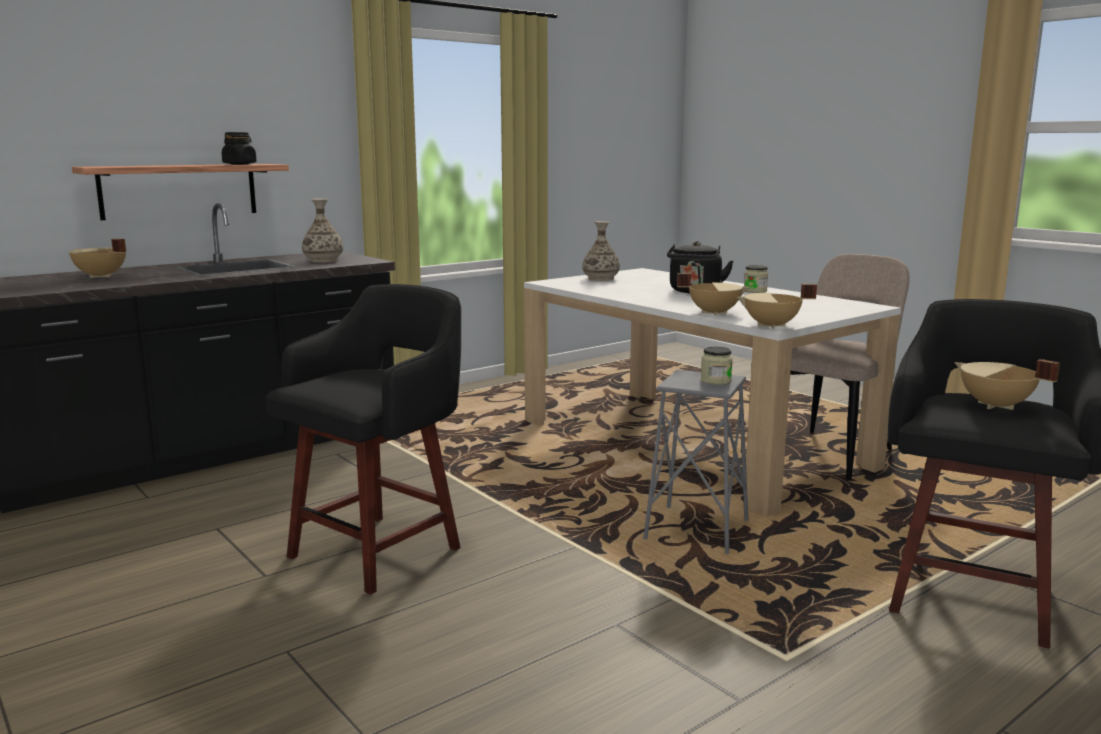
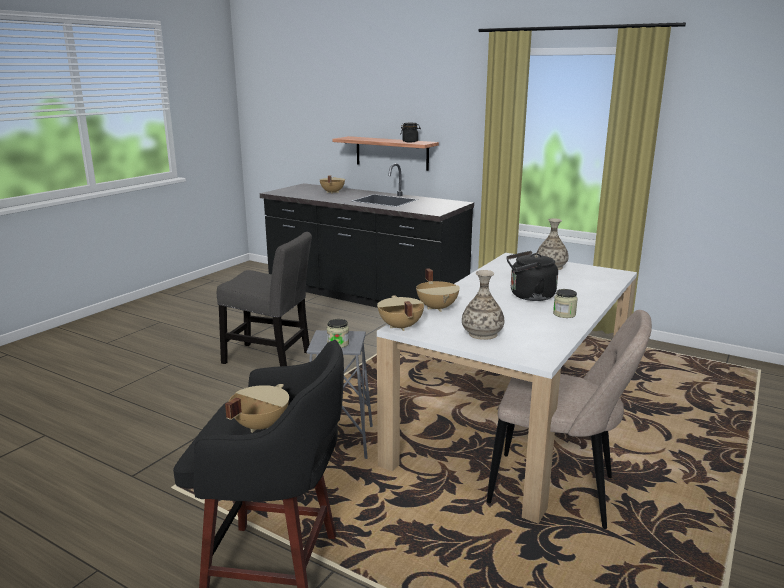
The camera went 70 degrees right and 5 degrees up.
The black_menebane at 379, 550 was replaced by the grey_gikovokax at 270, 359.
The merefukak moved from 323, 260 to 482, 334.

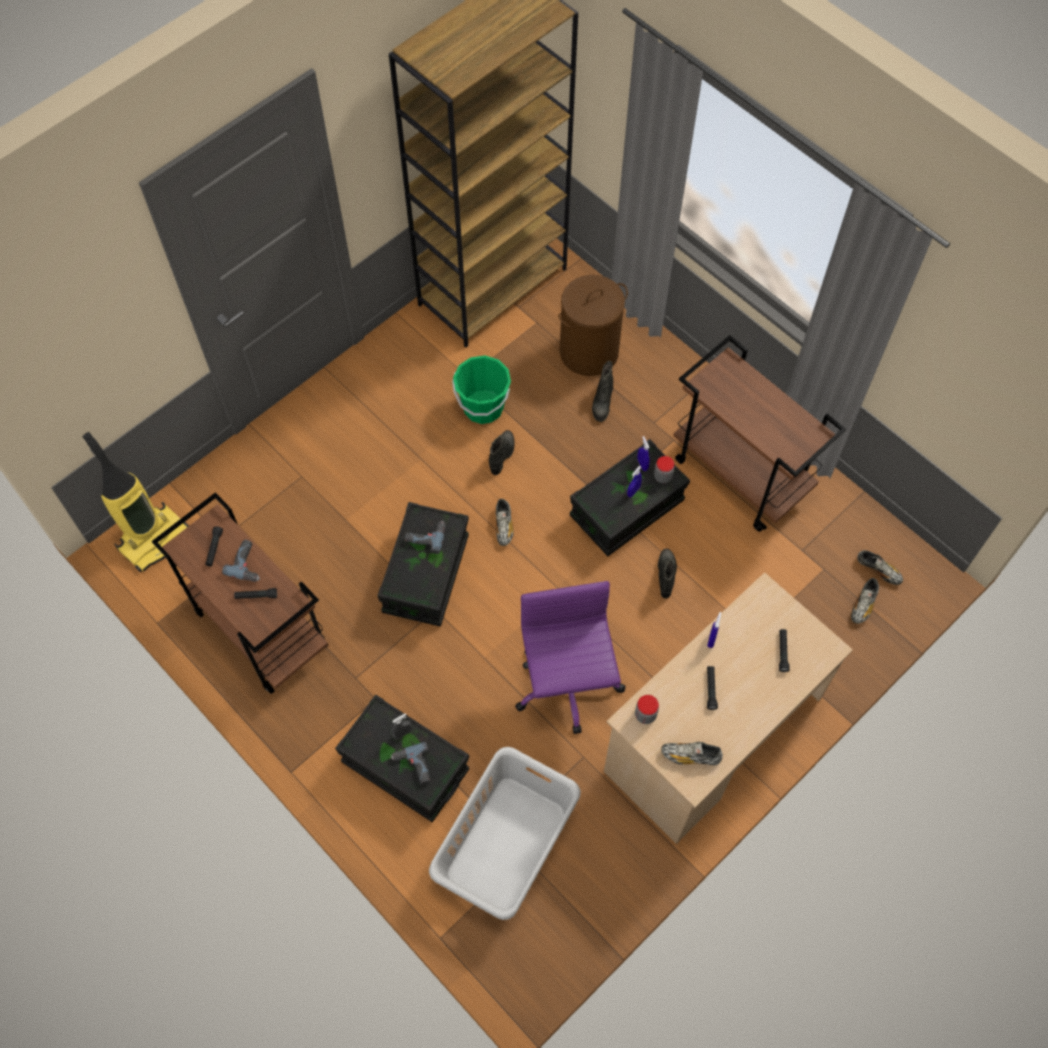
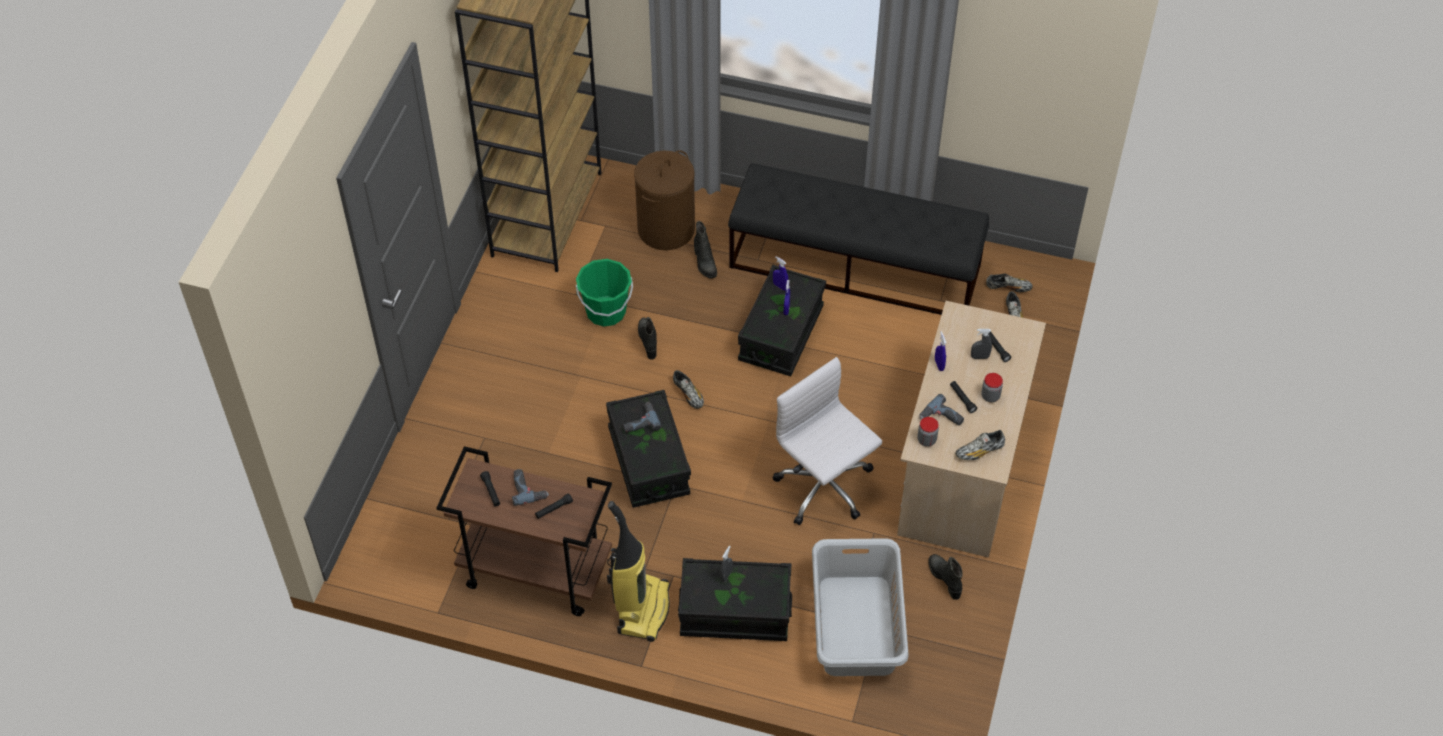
The camera went 30 degrees left and 10 degrees down.
The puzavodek moved from 153, 538 to 642, 608.
The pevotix moved from 413, 767 to 941, 418.
The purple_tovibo at 567, 686 became the white_tovibo at 825, 488.
The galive moved from 662, 476 to 990, 396.
The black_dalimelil moved from 666, 575 to 945, 579.
The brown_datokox at 741, 474 was replaced by the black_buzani at 855, 266.
The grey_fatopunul at 980, 357 appeared.

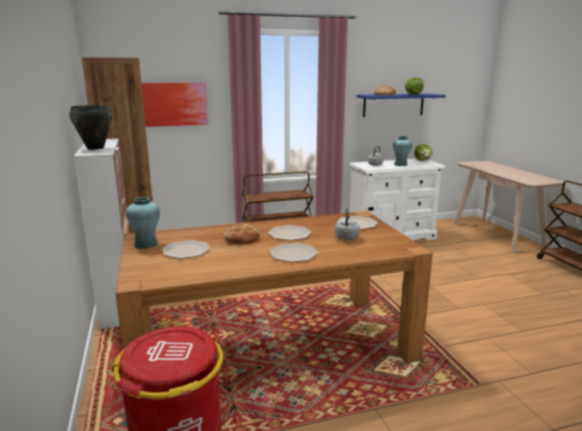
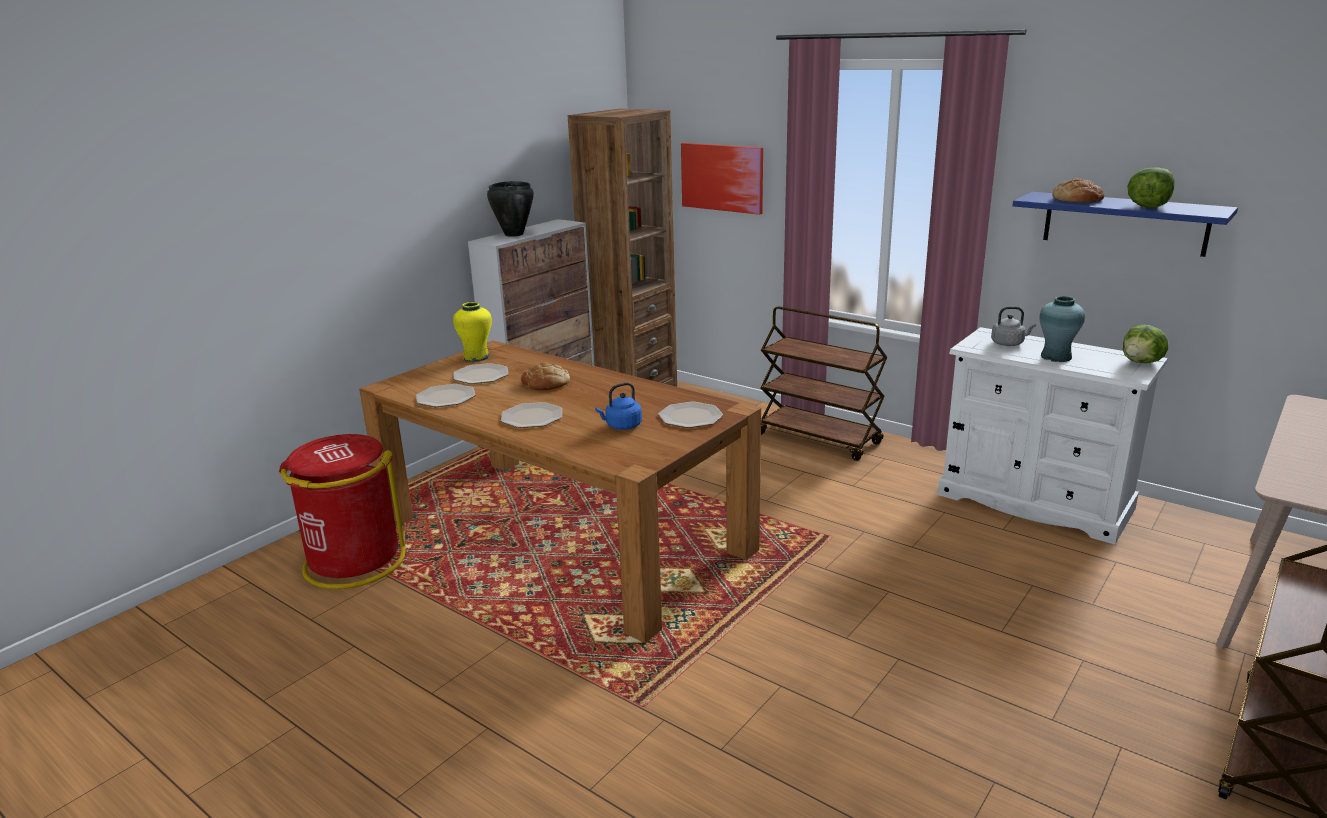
The camera went 55 degrees right and 5 degrees up.
The turquoise_merefukak at 146, 244 became the yellow_merefukak at 476, 357.
The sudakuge moved from 290, 234 to 445, 397.
The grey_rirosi at 347, 238 became the blue_rirosi at 622, 426.

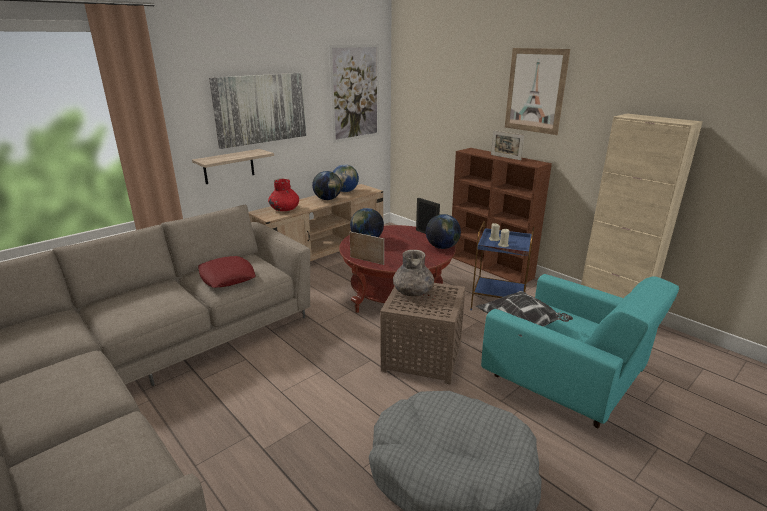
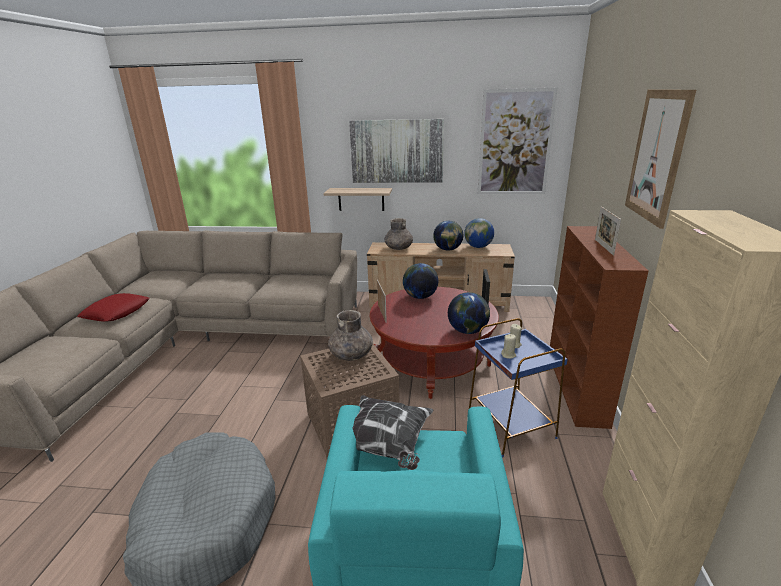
The camera went 50 degrees right and 0 degrees up.
The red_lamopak moved from 227, 277 to 116, 312.
The red_merefukak at 284, 209 became the grey_merefukak at 399, 248.

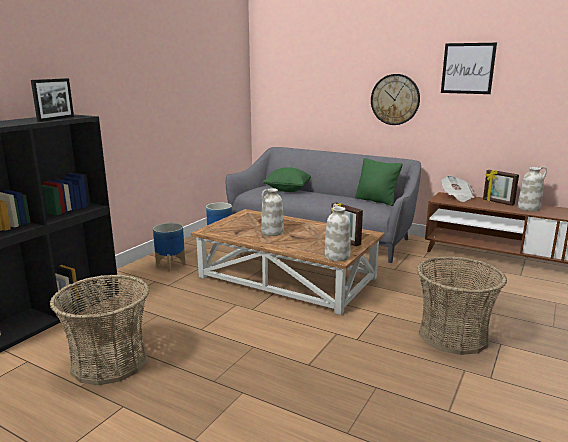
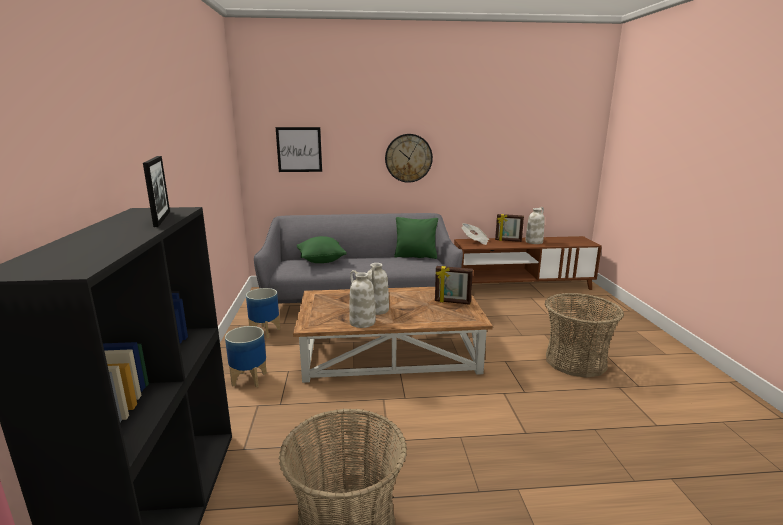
The camera went 35 degrees left and 0 degrees up.
The white_merefukak moved from 336, 256 to 362, 322.
The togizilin moved from 468, 68 to 299, 149.

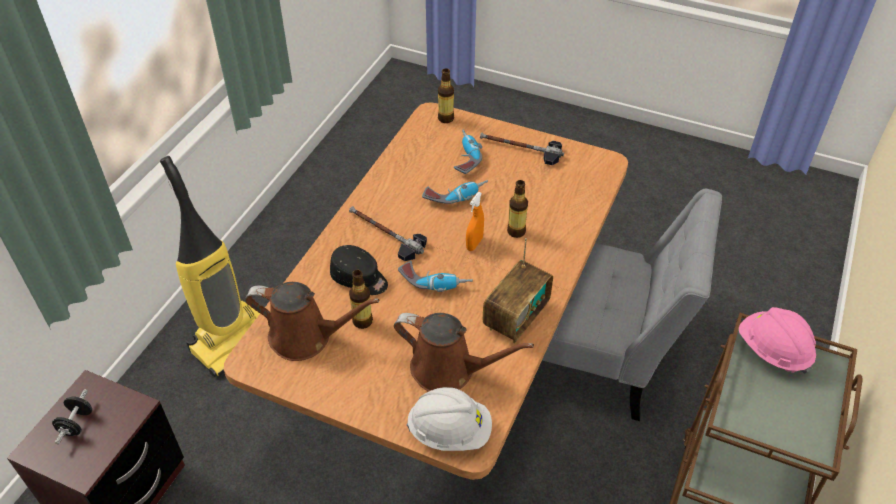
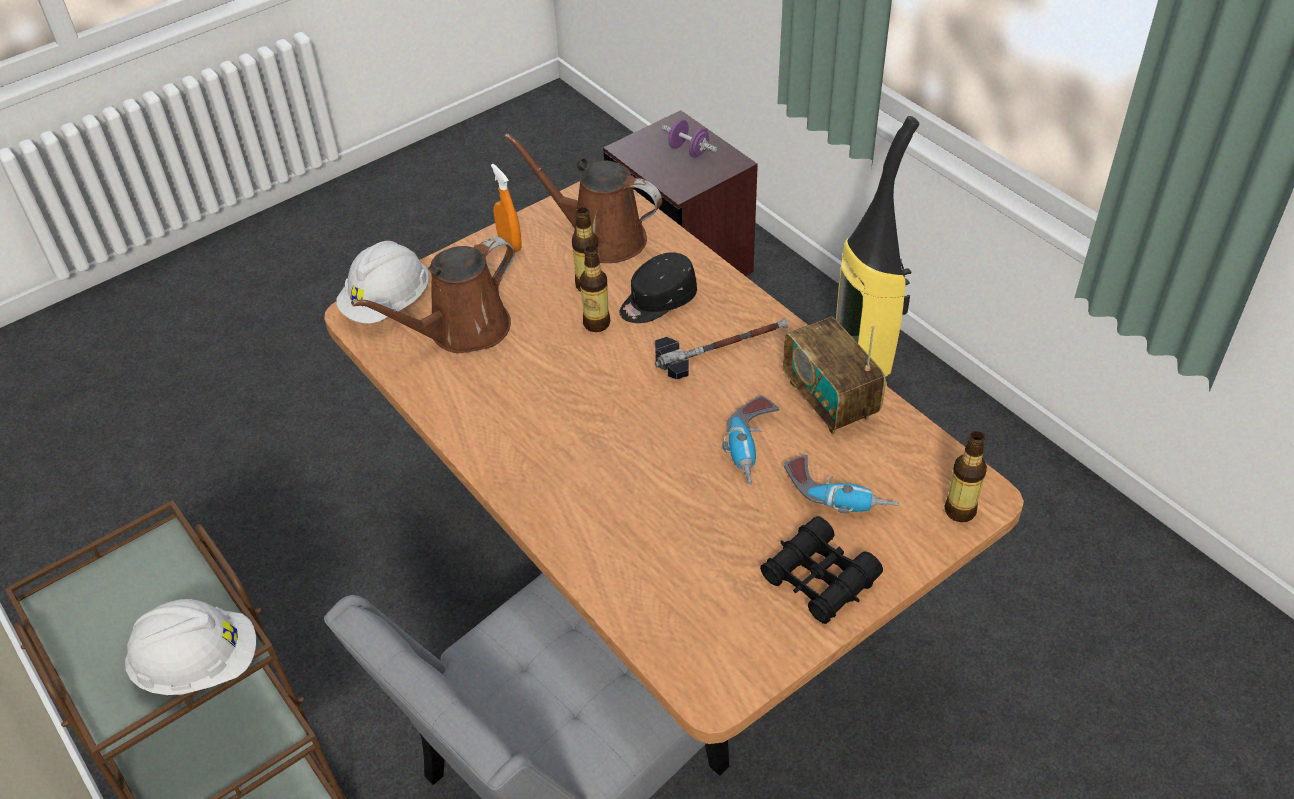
The camera went 120 degrees right and 0 degrees up.
The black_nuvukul at 77, 424 became the purple_nuvukul at 688, 151.
The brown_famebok at 306, 337 turned 75 degrees clockwise.
The pevotix at 435, 282 disappeared.
The orange_fatopunul moved from 474, 243 to 509, 243.
The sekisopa at 520, 149 was replaced by the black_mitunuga at 819, 579.
The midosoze moved from 516, 317 to 830, 400.
The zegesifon moved from 516, 231 to 596, 323.
The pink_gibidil at 773, 351 became the white_gibidil at 199, 665.

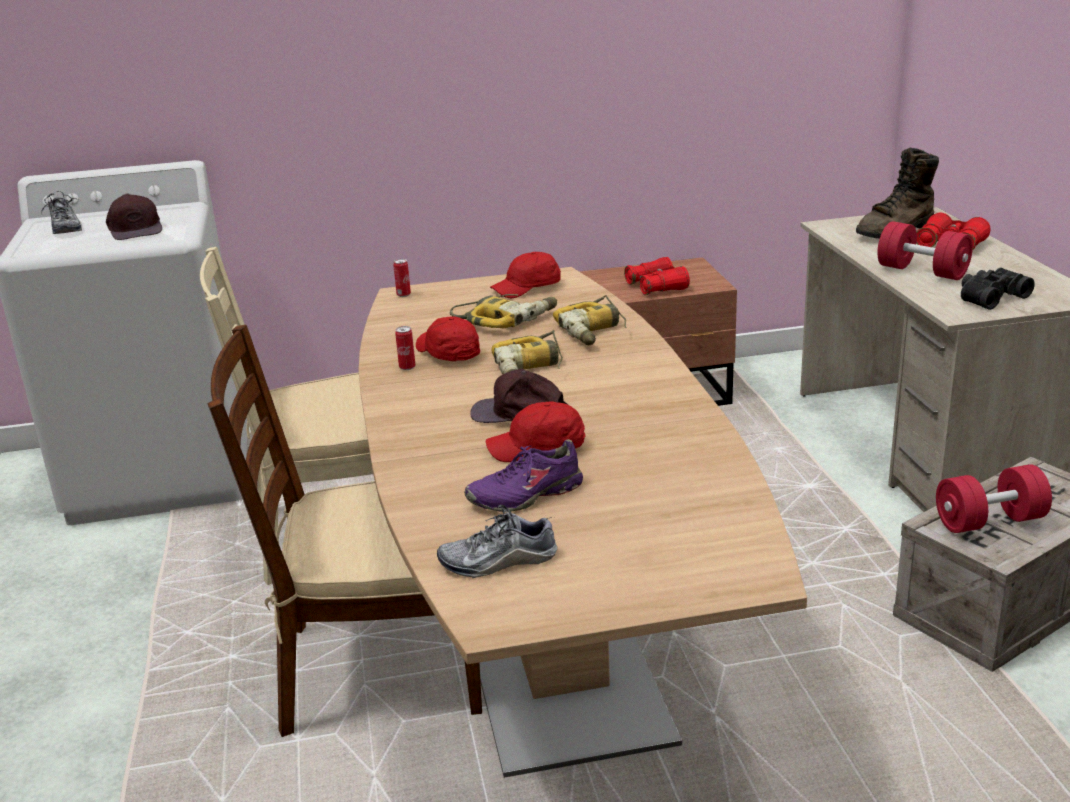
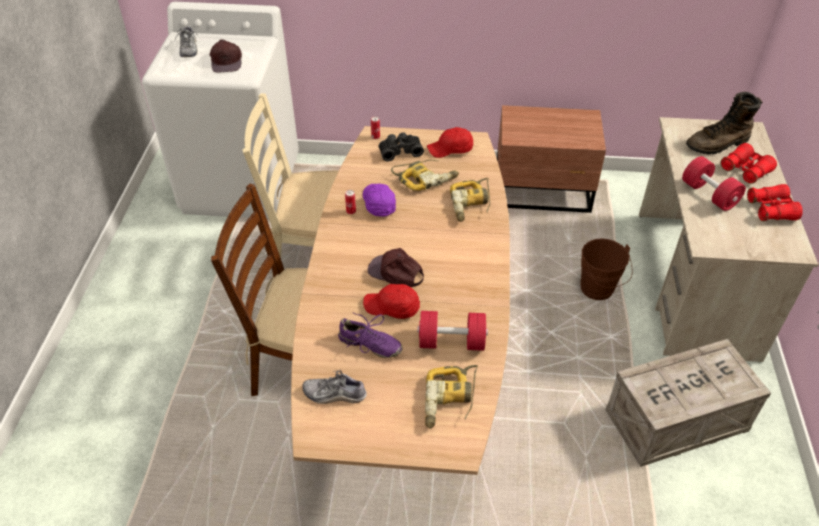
The camera went 15 degrees right and 20 degrees up.
The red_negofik at 447, 353 became the purple_negofik at 378, 204.
The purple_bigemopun at 525, 495 turned 150 degrees counterclockwise.
The pevotix moved from 531, 368 to 450, 400.
The red_mitunuga moved from 656, 287 to 771, 210.
The red_nuvukul moved from 989, 521 to 451, 342.
The black_mitunuga moved from 990, 297 to 400, 151.
The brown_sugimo at 598, 291 appeared.

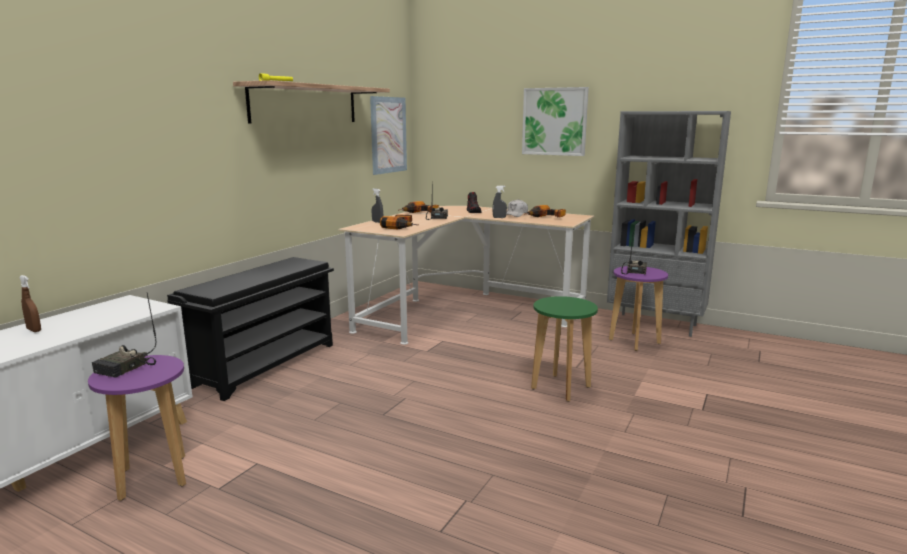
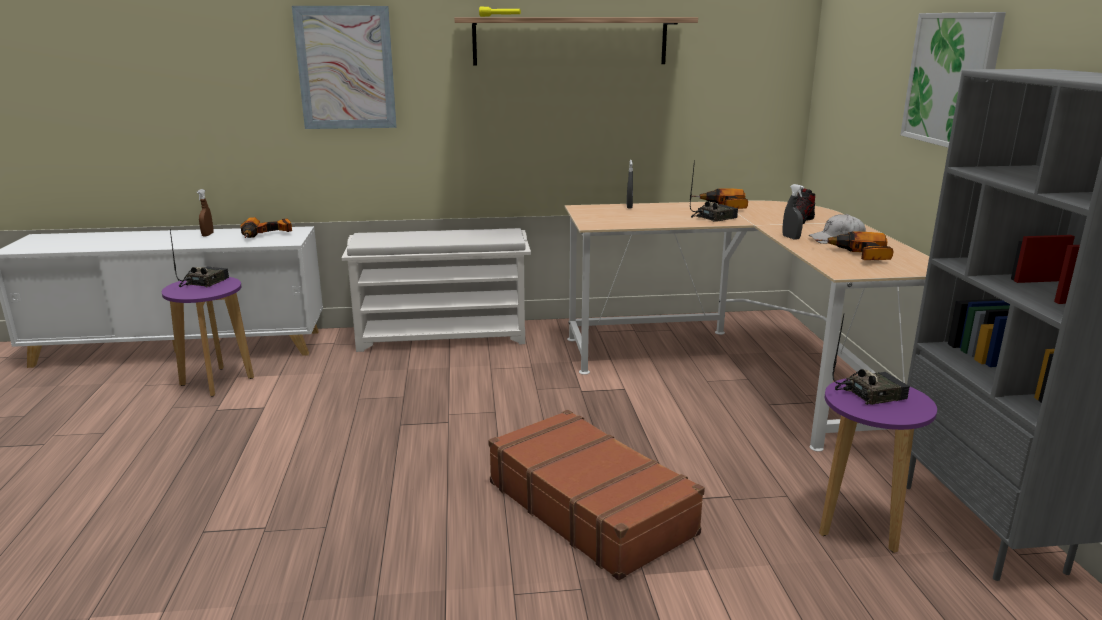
The camera went 55 degrees right and 5 degrees up.
The midosoze at 126, 368 turned 120 degrees clockwise.
The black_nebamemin at 265, 364 became the white_nebamemin at 443, 336.
The togizilin moved from 388, 135 to 346, 68.
The pevotix moved from 402, 227 to 267, 235.
The green_menebane at 560, 388 was replaced by the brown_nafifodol at 590, 507.

